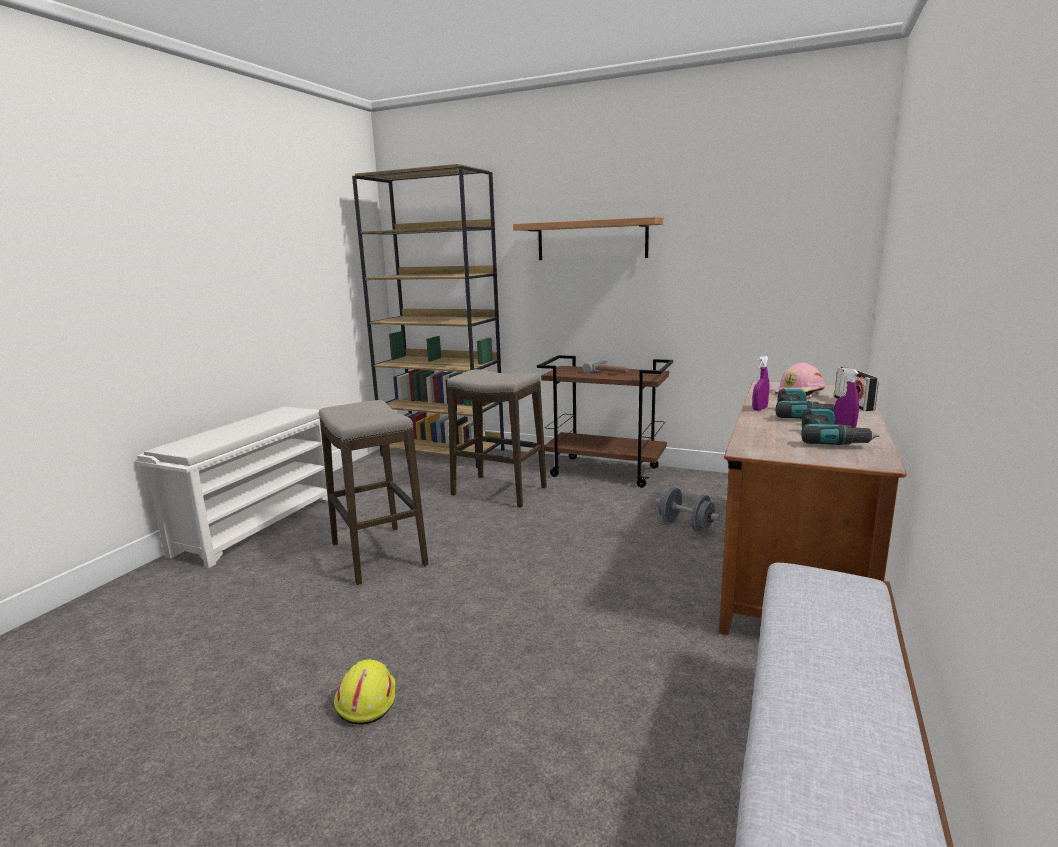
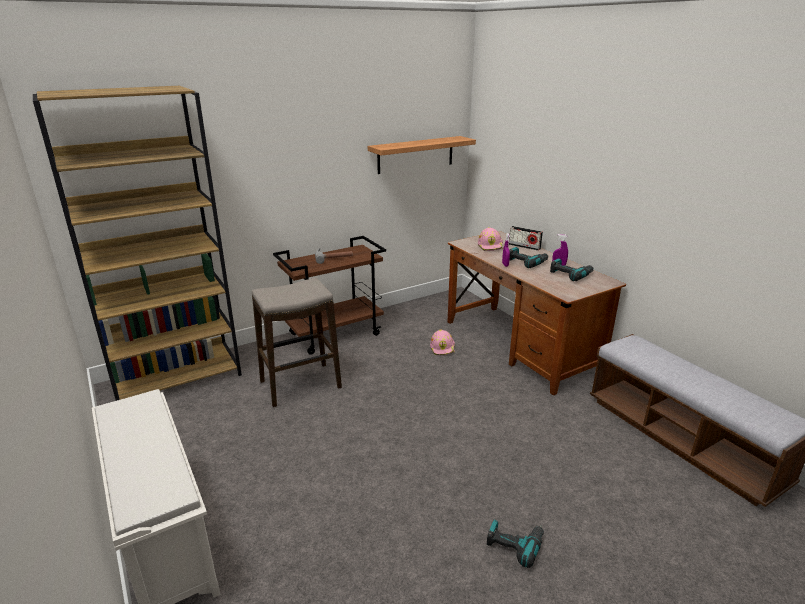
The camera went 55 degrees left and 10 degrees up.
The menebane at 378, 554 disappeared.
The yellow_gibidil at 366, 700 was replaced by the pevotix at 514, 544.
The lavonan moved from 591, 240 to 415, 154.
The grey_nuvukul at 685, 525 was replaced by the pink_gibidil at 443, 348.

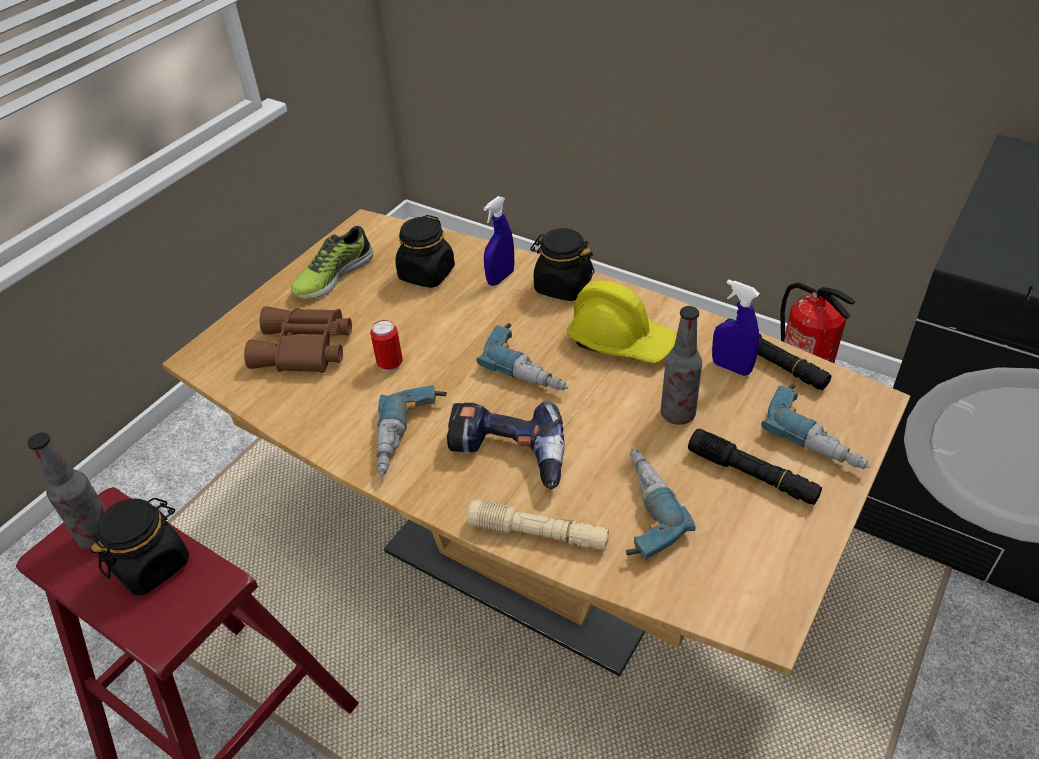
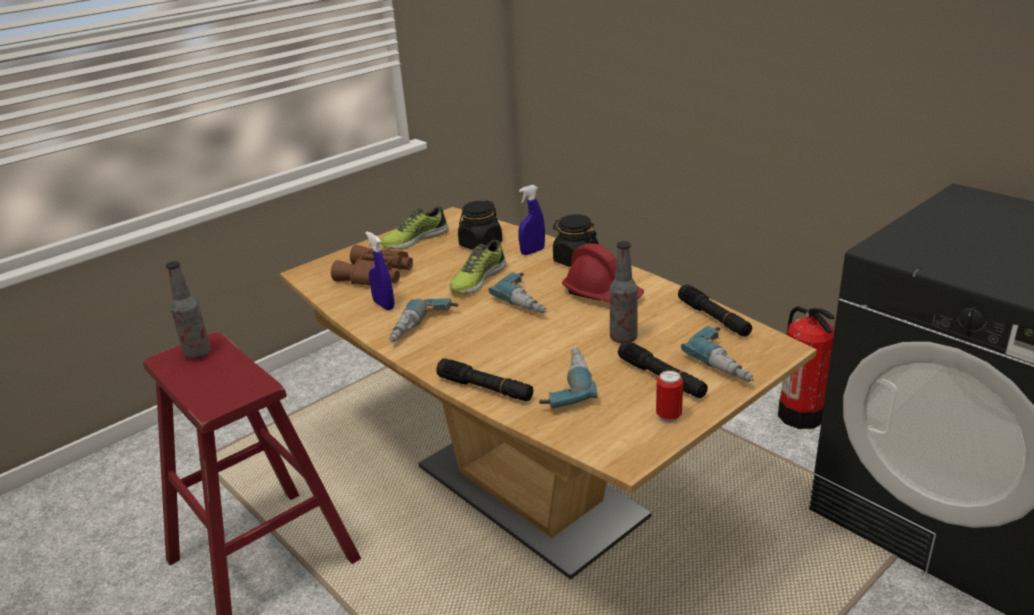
The camera went 15 degrees right and 15 degrees down.
The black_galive at 152, 564 disappeared.
The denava moved from 390, 364 to 668, 416.
The pevotix at 507, 457 disappeared.
The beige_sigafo at 538, 534 became the black_sigafo at 485, 389.
The yellow_gibidil at 620, 341 became the red_gibidil at 602, 294.
The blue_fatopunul moved from 731, 367 to 384, 305.
The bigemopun at 477, 280 appeared.

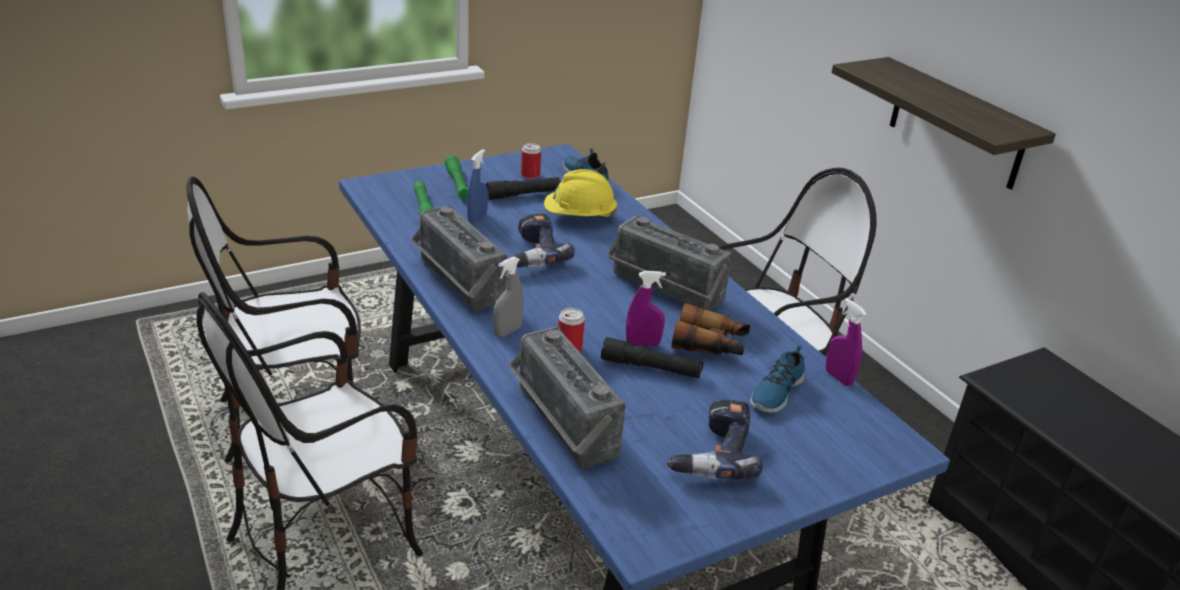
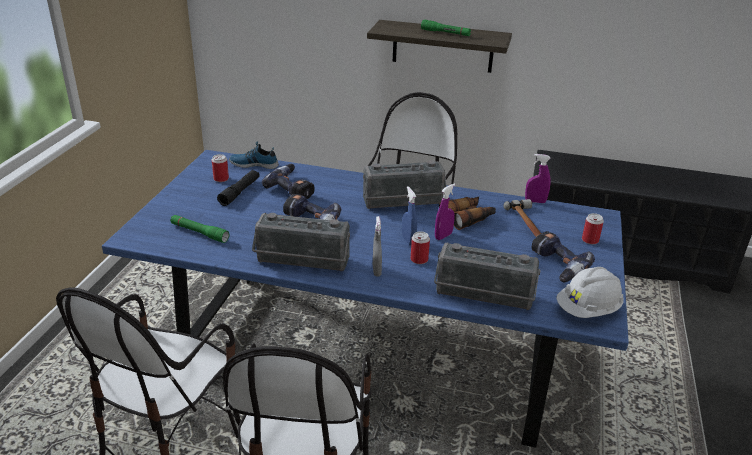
The camera went 45 degrees left and 0 degrees up.
The green_sigafo moved from 457, 184 to 445, 33.
The blue_fatopunul moved from 477, 218 to 408, 240.
The yellow_gibidil at 579, 217 was replaced by the pevotix at 293, 189.
The black_sigafo at 651, 368 disappeared.
The bigemopun at 775, 392 was replaced by the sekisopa at 527, 223.
The white_gibidil at 588, 310 appeared.
The denava at 590, 240 appeared.

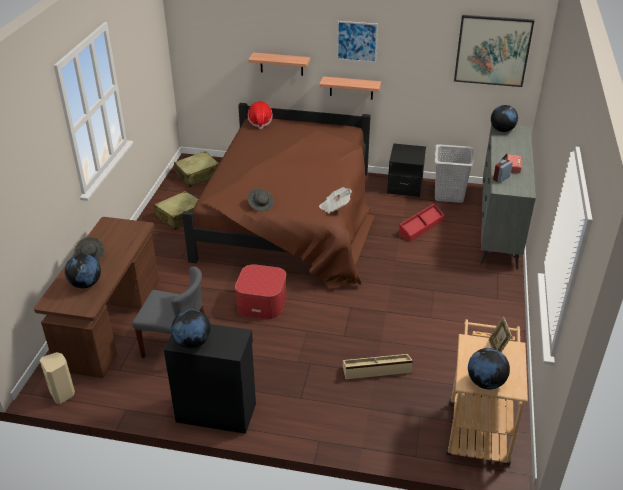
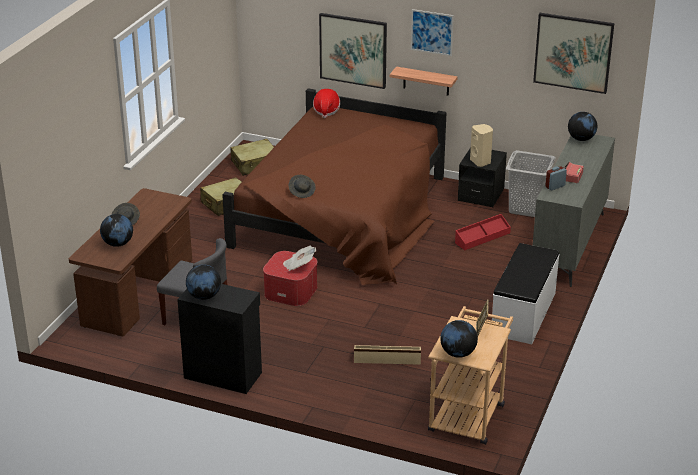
The camera went 10 degrees right and 5 degrees down.
The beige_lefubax moved from 63, 393 to 481, 162.
The lavonan at 281, 64 was replaced by the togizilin at 353, 50.
The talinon moved from 335, 207 to 299, 265.
The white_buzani at 524, 314 appeared.

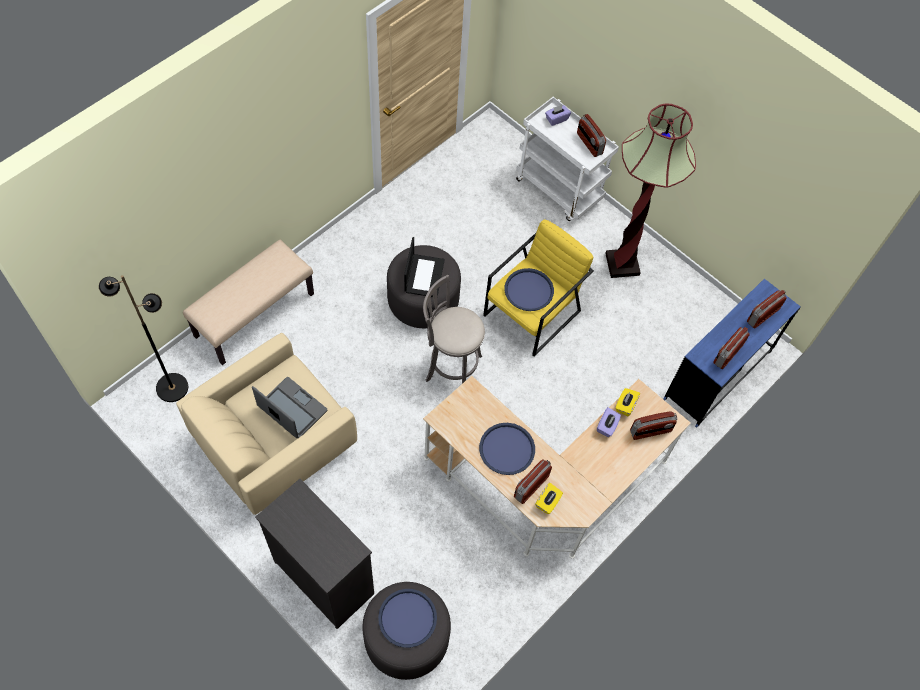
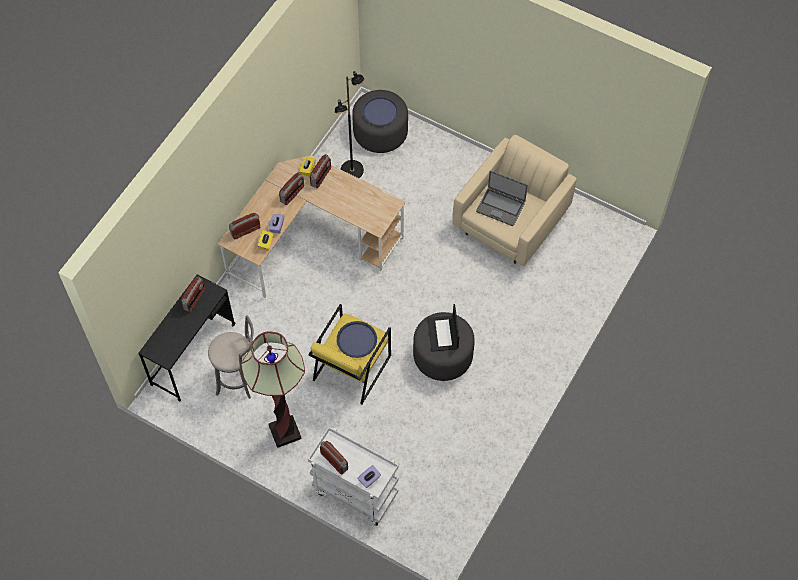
The camera went 170 degrees right and 0 degrees up.
The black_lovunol moved from 172, 387 to 352, 170.
The beige_buzani at 254, 314 disappeared.
The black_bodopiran at 324, 576 disappeared.
The grey_menebane moved from 450, 367 to 239, 379.
The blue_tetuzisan at 507, 449 disappeared.
The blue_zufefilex at 717, 375 became the black_zufefilex at 193, 354.
The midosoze moved from 762, 315 to 292, 194.

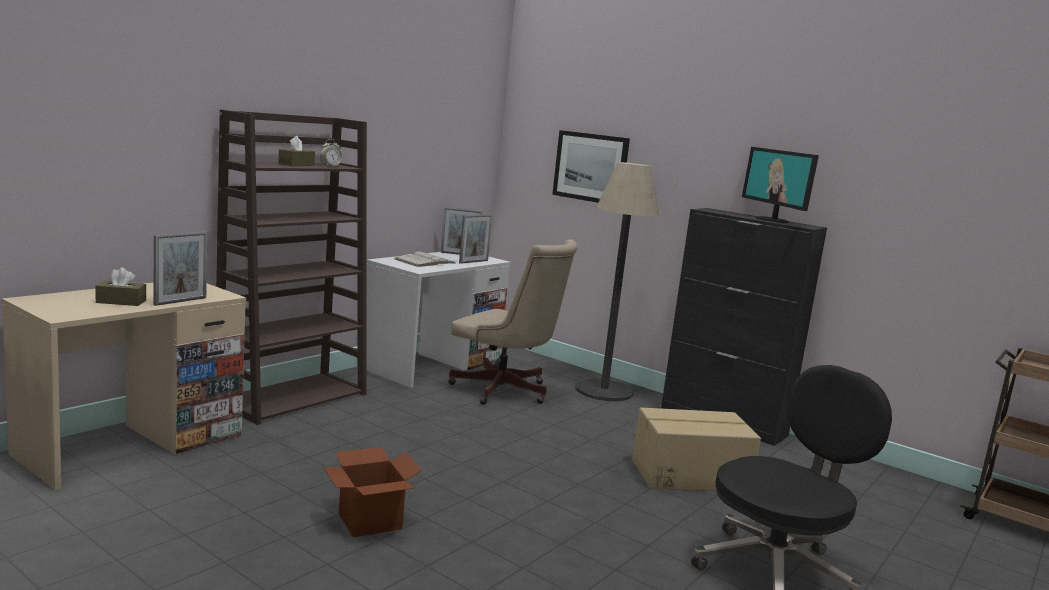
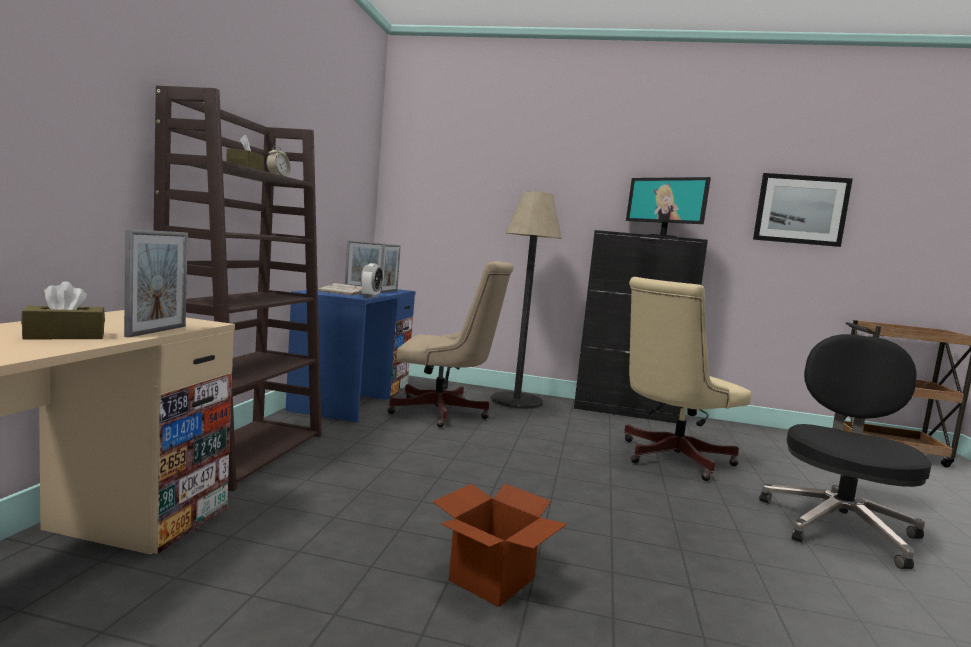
The camera went 25 degrees left and 5 degrees down.
The white_zufefilex at 432, 365 became the blue_zufefilex at 352, 398.
The togizilin moved from 590, 167 to 800, 209.
The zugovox at 689, 475 was replaced by the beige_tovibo at 668, 458.
The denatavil at 370, 296 appeared.

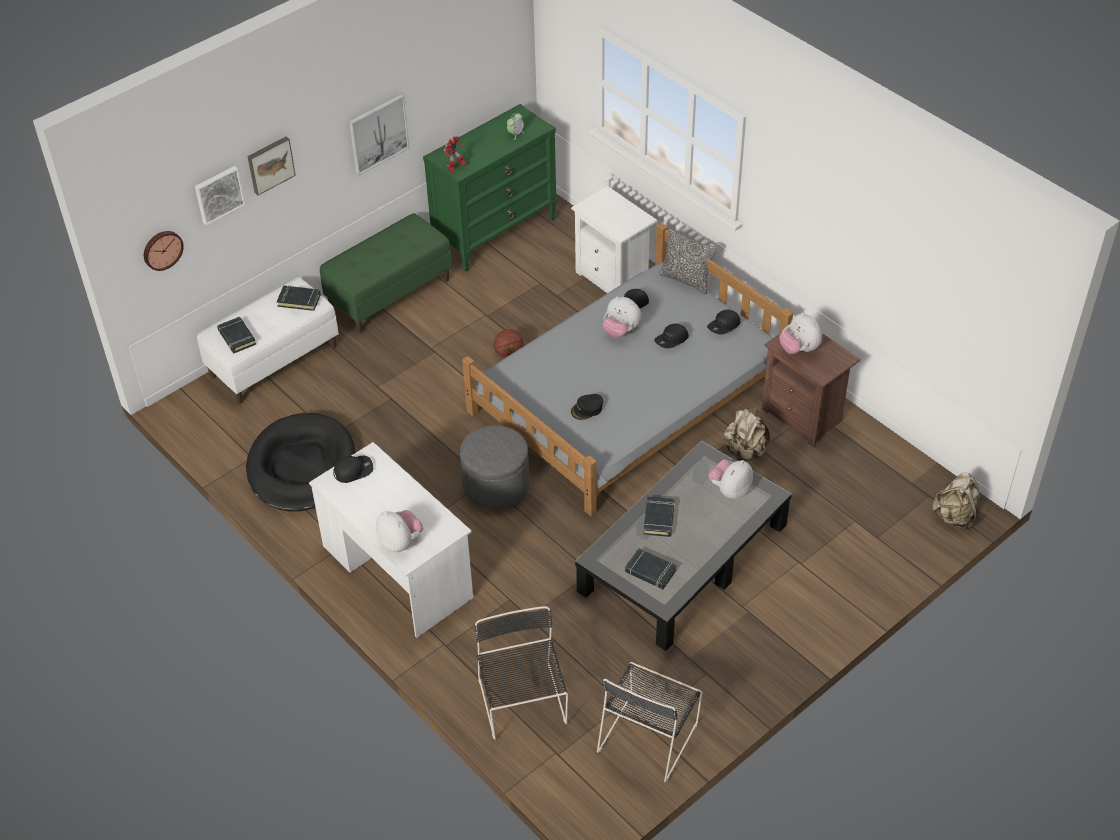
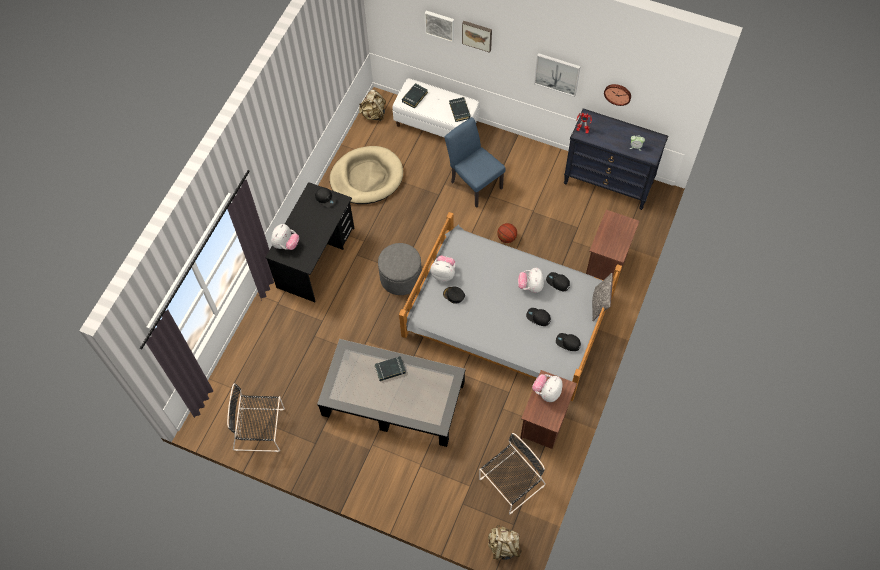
The camera went 65 degrees right and 15 degrees up.
The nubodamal moved from 162, 249 to 618, 93.
The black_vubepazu at 302, 467 became the beige_vubepazu at 366, 177.
The white_zufefilex at 397, 571 became the black_zufefilex at 316, 258.
The green_buzani at 390, 293 disappeared.
The green_bodopiran at 495, 232 became the black_bodopiran at 608, 183.
The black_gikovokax moved from 522, 704 to 510, 483.
The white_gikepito at 614, 278 became the brown_gikepito at 606, 266.
The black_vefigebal at 650, 571 disappeared.
The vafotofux moved from 730, 490 to 443, 274.
The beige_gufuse moved from 745, 452 to 373, 114.
The blue_gikovokax at 473, 182 appeared.

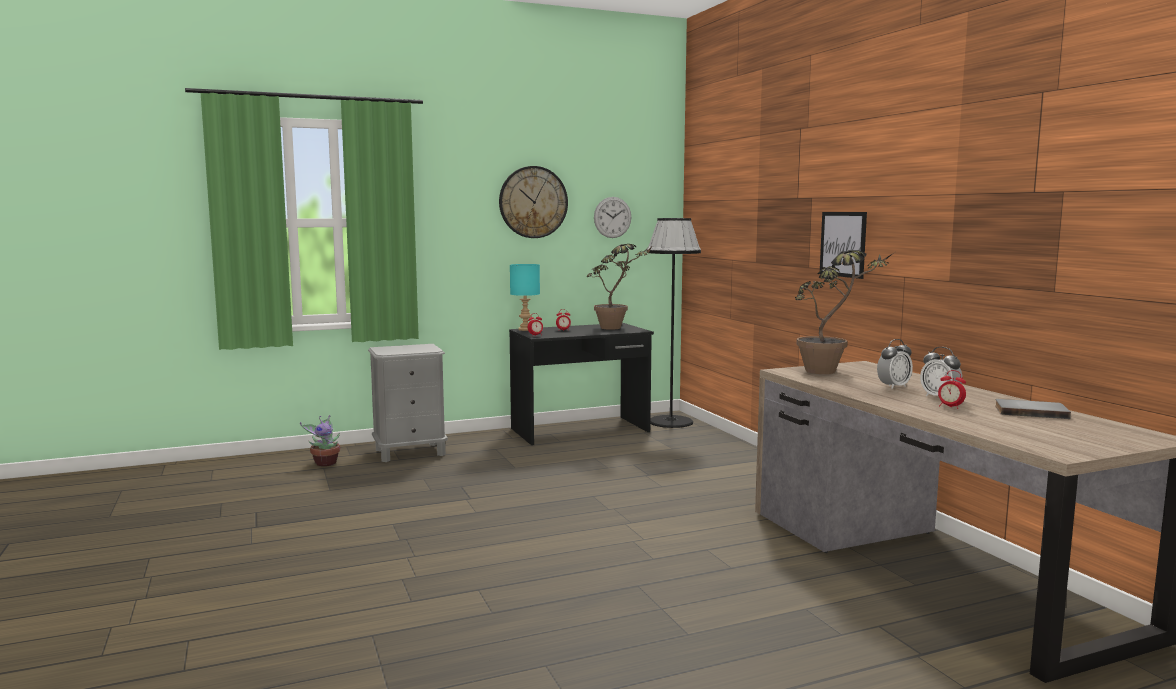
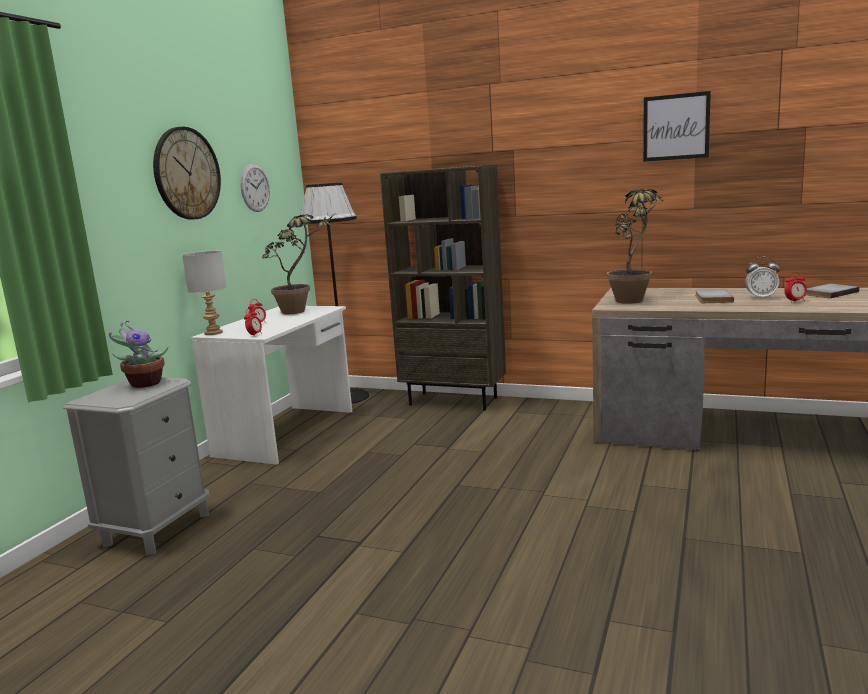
The camera went 45 degrees left and 5 degrees up.
The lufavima moved from 325, 463 to 143, 384.
The black_zufefilex at 581, 430 became the white_zufefilex at 288, 432.
The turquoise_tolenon at 525, 329 became the grey_tolenon at 214, 333.
The togizilin moved from 843, 244 to 676, 127.
The denatavil at 893, 386 was replaced by the grey_vefigebal at 711, 298.
The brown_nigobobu at 454, 401 appeared.

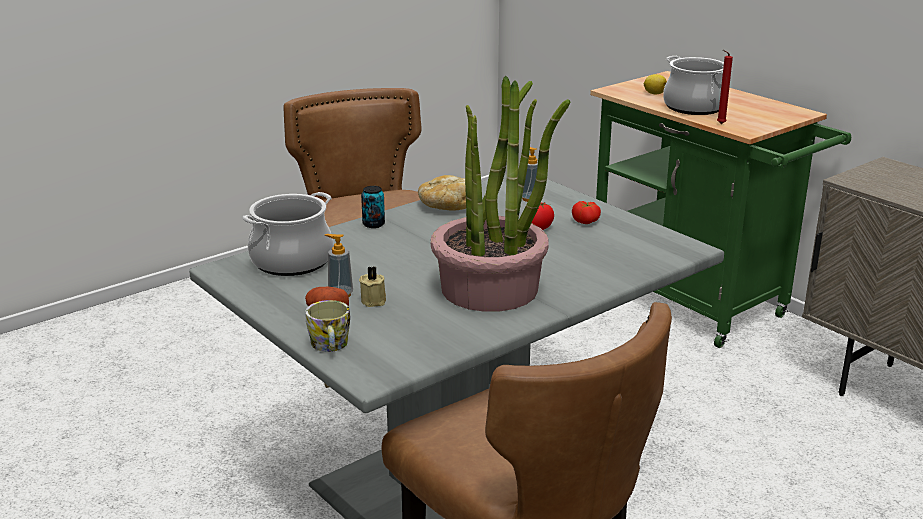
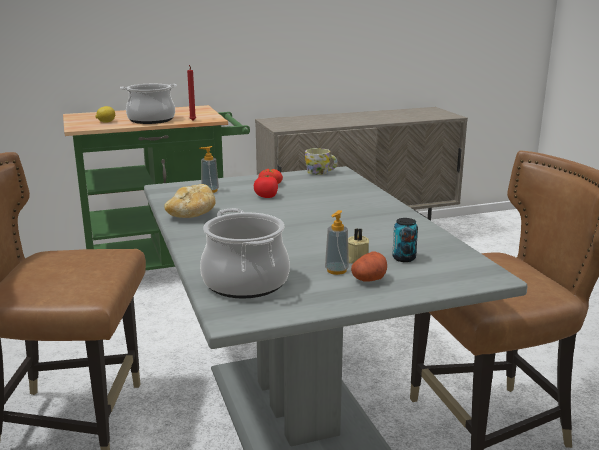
The camera went 70 degrees left and 5 degrees down.
The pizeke moved from 330, 346 to 321, 172.
The denava moved from 373, 224 to 404, 258.
The lufavima at 490, 289 disappeared.

